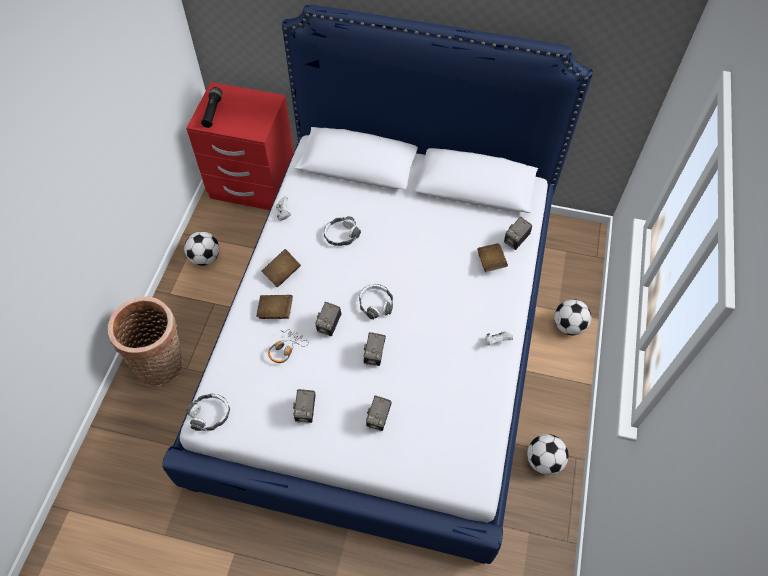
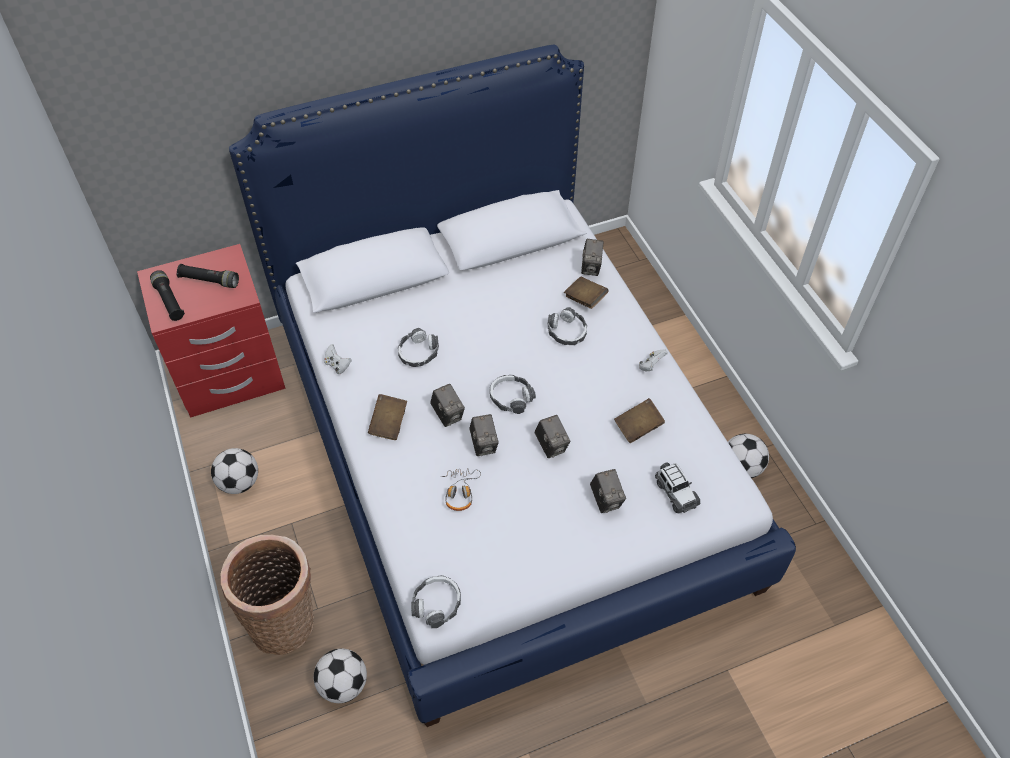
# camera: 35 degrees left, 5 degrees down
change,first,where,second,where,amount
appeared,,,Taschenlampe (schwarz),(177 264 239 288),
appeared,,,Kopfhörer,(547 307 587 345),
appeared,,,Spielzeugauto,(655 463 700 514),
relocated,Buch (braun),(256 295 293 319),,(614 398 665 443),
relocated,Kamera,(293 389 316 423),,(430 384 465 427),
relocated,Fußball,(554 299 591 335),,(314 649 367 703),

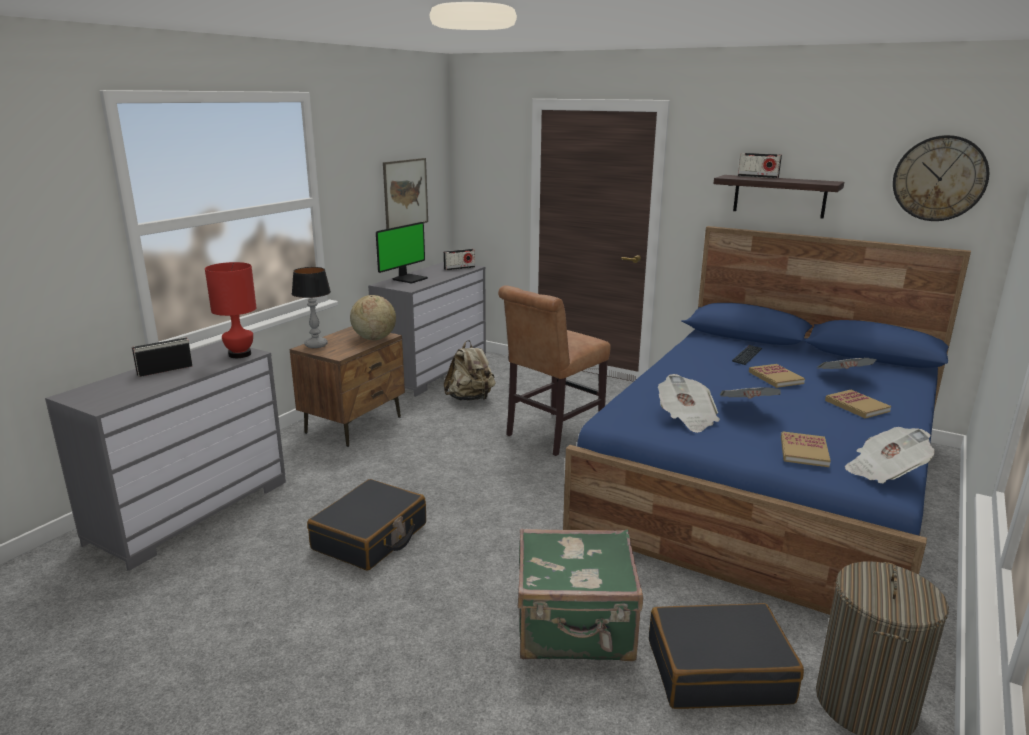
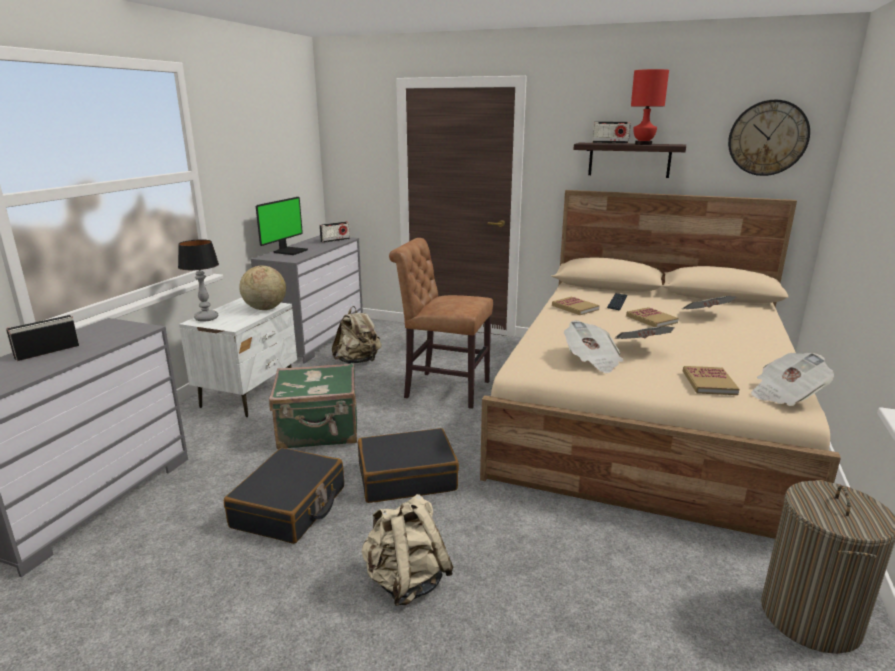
# camera: 10 degrees left, 0 degrees up
change,first,where,second,where,amount
missing,Bild,(383 158 428 229),,,
appeared,,,Rucksack (beige),(362 494 453 606),
relocated,Tischlampe (rot),(205 262 256 358),,(631 69 669 145),
relocated,Koffer (grün),(518 529 643 661),,(269 363 357 449),
relocated,Koffer (schwarz),(649 603 804 709),,(358 428 459 503),
relocated,Buch,(825 390 891 418),,(552 297 600 315),
colour,Nachttisch (braun),(290 326 405 447),Nachttisch (weiß),(179 298 297 417),
colour,Bett (blau),(563 226 971 615),Bett (beige),(480 190 841 539),
spun,Stuhl (braun),(498 285 611 456),,(389 238 493 409),75 degrees clockwise

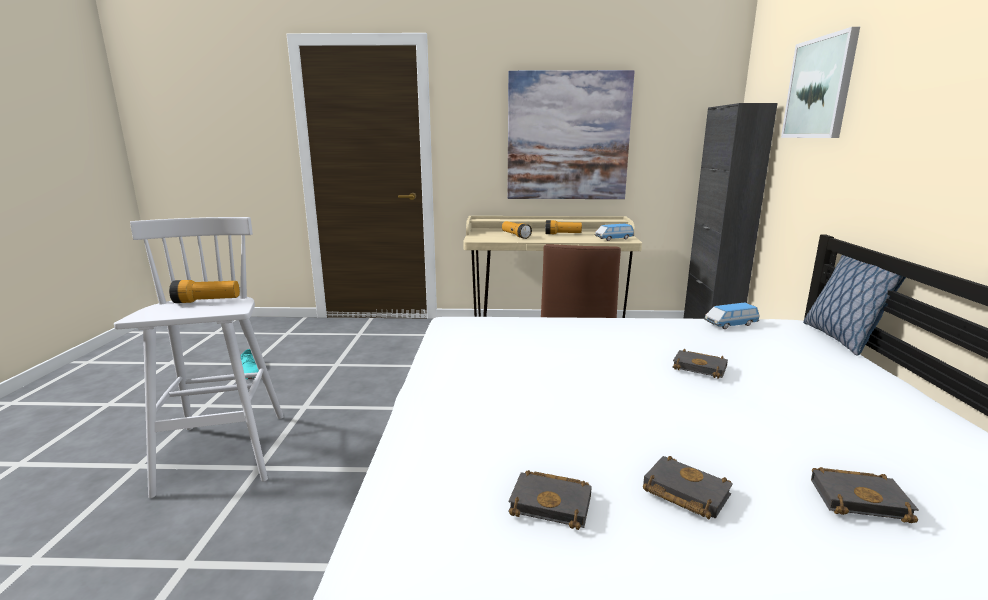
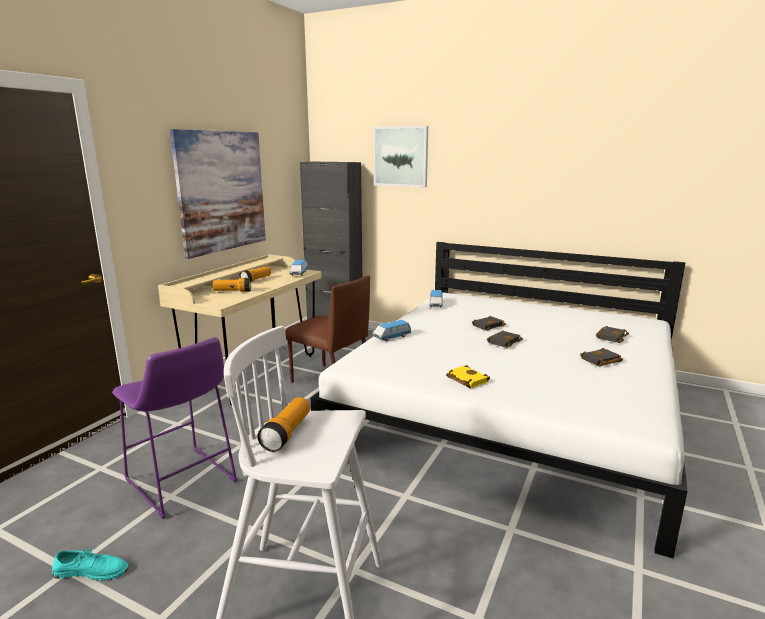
# camera: 65 degrees left, 0 degrees up
change,first,where,second,where,amount
missing,Kissen,(803 255 906 356),,,
appeared,,,Hocker (lila),(112 337 237 519),
appeared,,,Spielzeugauto,(373 320 411 341),
appeared,,,Buch (gelb),(446 365 490 388),
relocated,Buch (schwarz),(508 470 592 530),,(487 330 523 348),

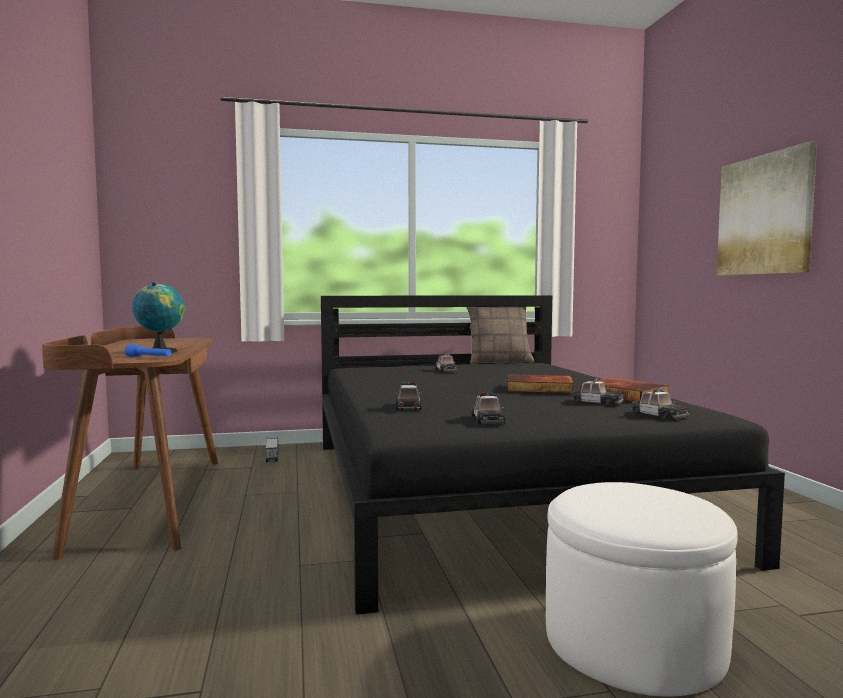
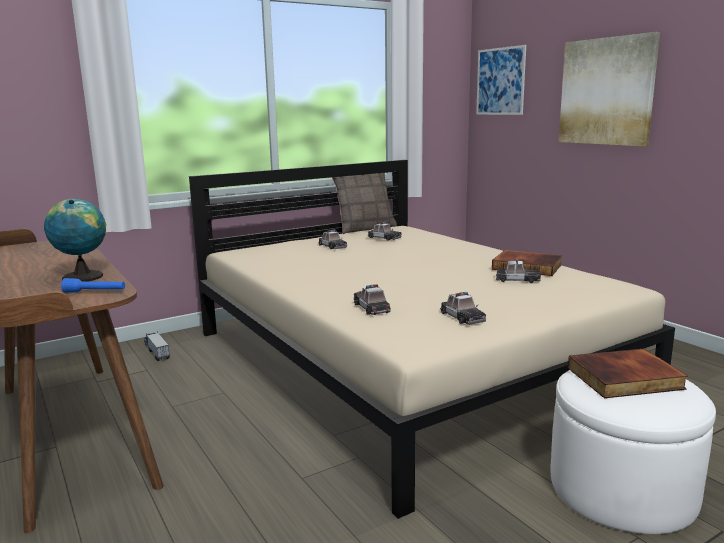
# camera: 20 degrees left, 10 degrees up
change,first,where,second,where,amount
appeared,,,Bild,(476 45 526 115),
relocated,Buch,(507 374 574 394),,(568 349 688 398),
relocated,Spielzeugauto,(630 388 690 419),,(368 221 402 240),
colour,Bett (schwarz),(321 295 785 615),Bett (beige),(189 160 675 519),

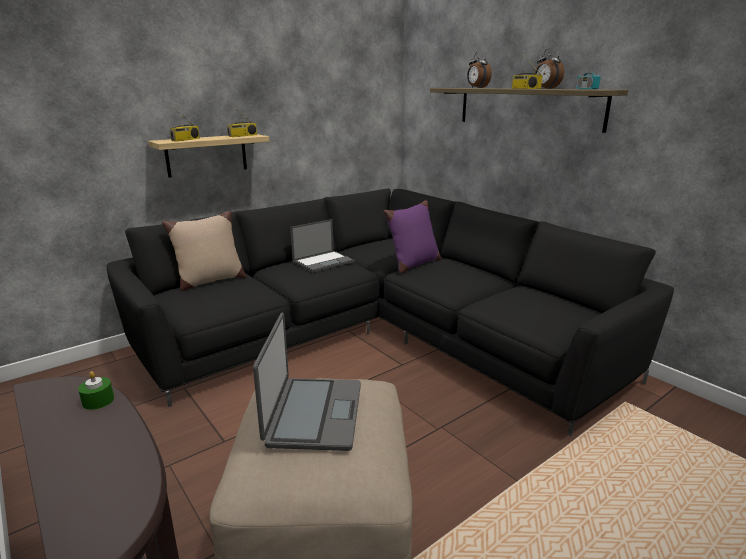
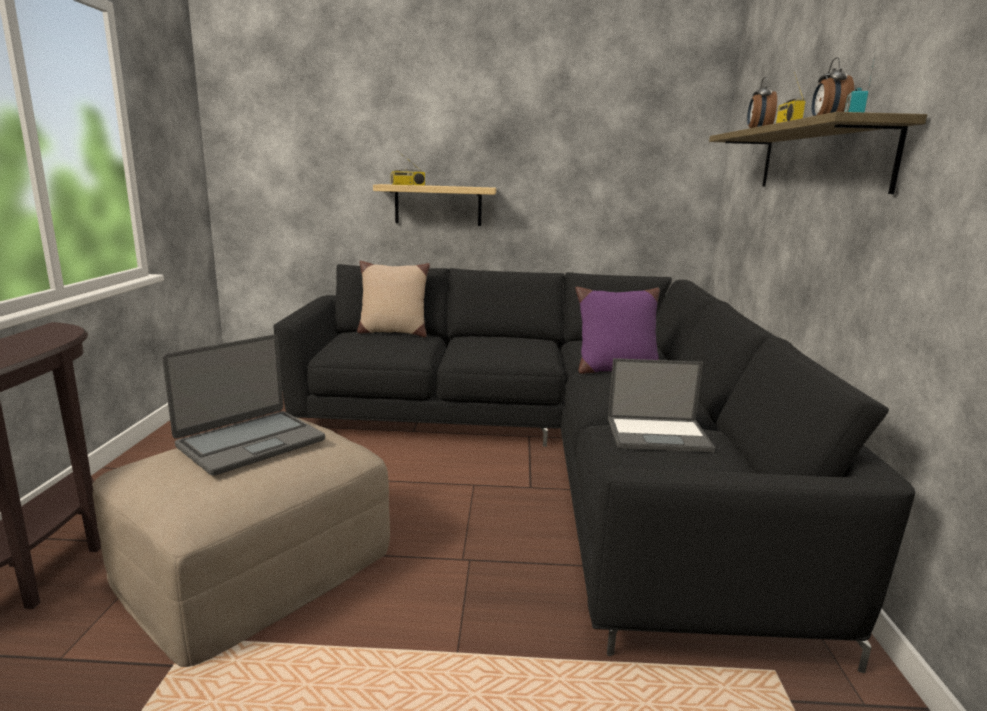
# camera: 40 degrees right, 5 degrees down
change,first,where,second,where,amount
missing,Kerze (grün),(78 371 114 410),,,
missing,Radio,(227 105 257 137),,,
relocated,Laptop,(290 219 354 273),,(608 358 715 452),

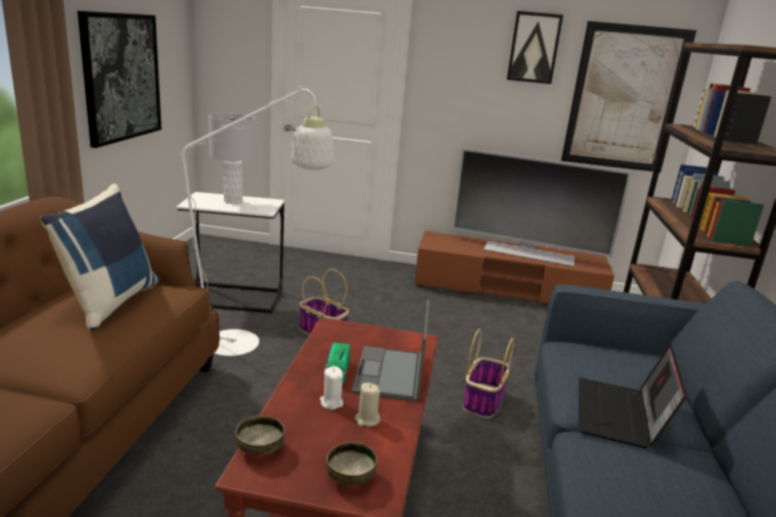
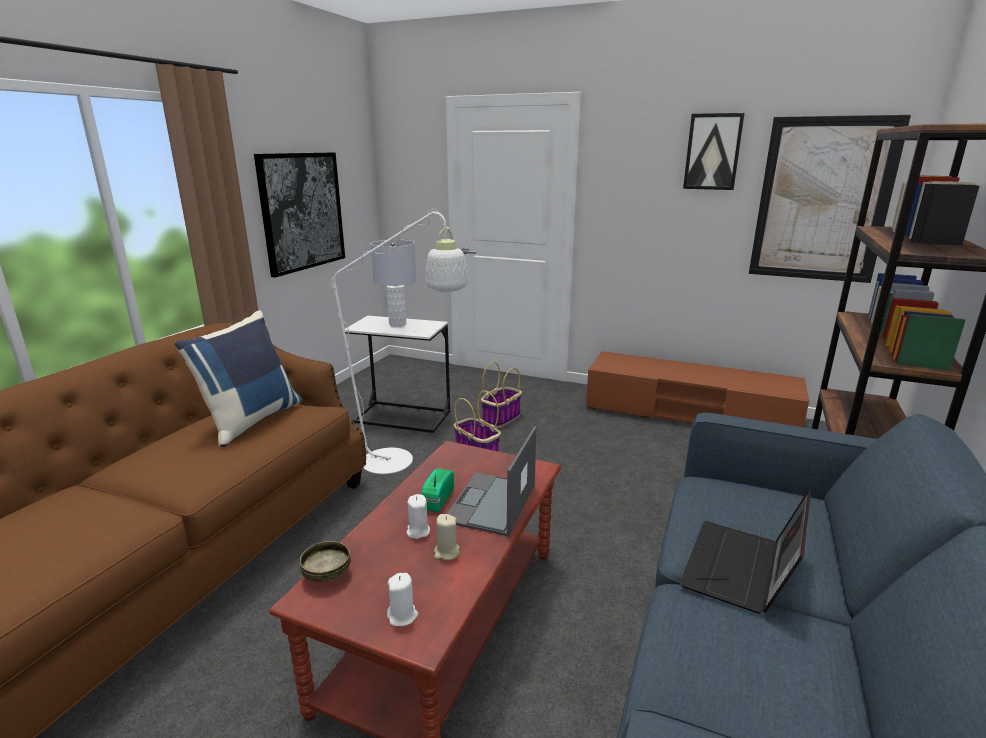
# camera: 15 degrees right, 0 degrees up
change,first,where,second,where,amount
missing,Fernseher,(452 148 632 267),,,
relocated,Korb,(463 329 514 418),,(481 362 522 428),
exchanged,Schüssel,(326 442 377 486),Kerze (weiß),(387 573 418 626),

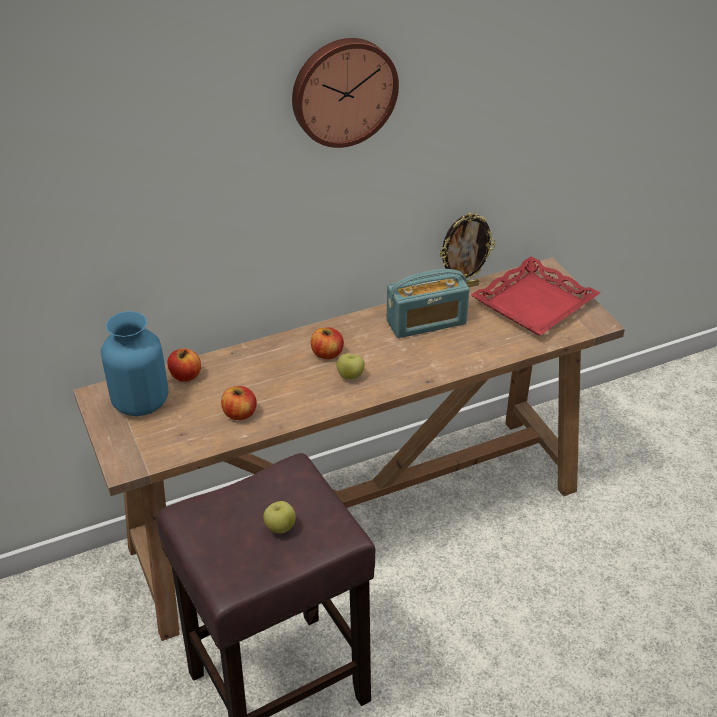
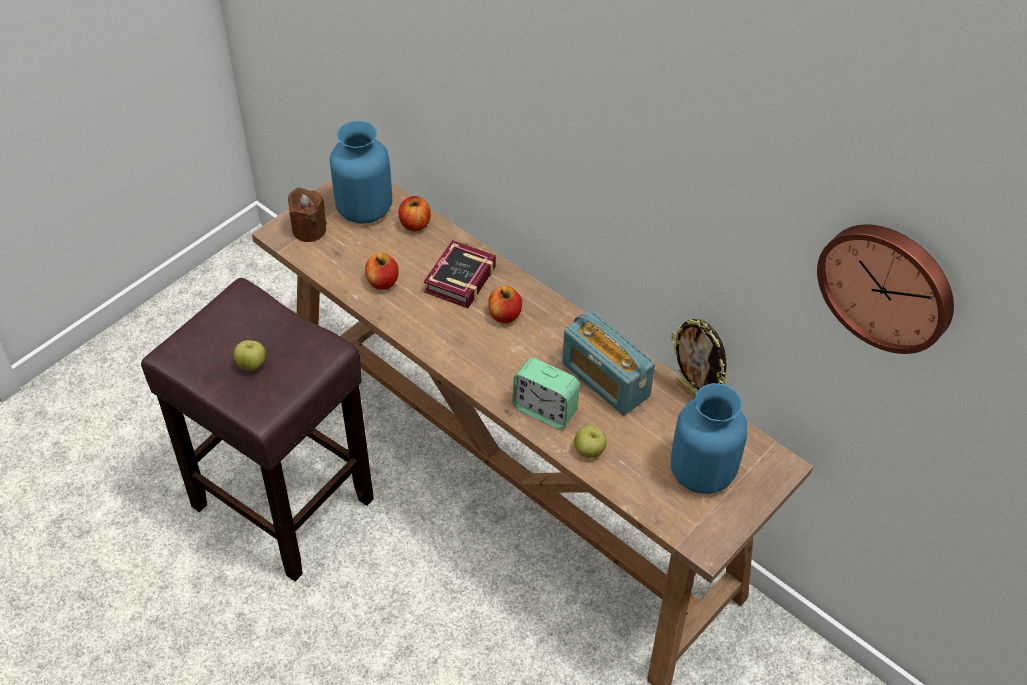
# camera: 65 degrees right, 10 degrees up
change,first,where,second,where,amount
appeared,,,Kerze (braun),(288 188 327 242),
appeared,,,Buch,(424 240 496 308),
appeared,,,Wecker,(513 358 580 429),
relocated,Wanduhr,(292 38 399 148),,(817 224 954 354),
relocated,Apfel,(337 353 365 379),,(574 425 607 458),
exchanged,Tablett (rot),(471 256 600 335),Vase (blau),(671 383 747 494),

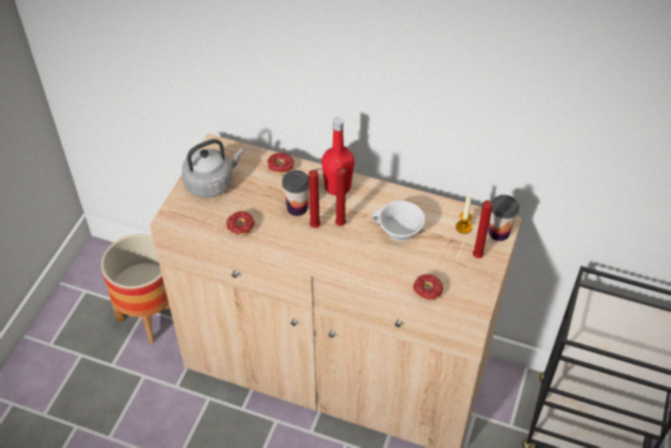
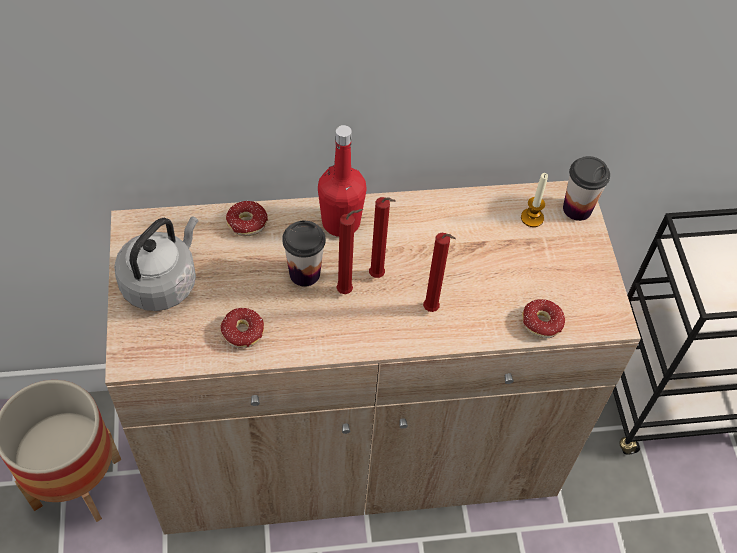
# camera: 30 degrees left, 5 degrees up
change,first,where,second,where,amount
missing,Tasse (weiß),(372 201 425 241),,,
relocated,Kerze (rot),(473 200 494 258),,(423 233 456 312),

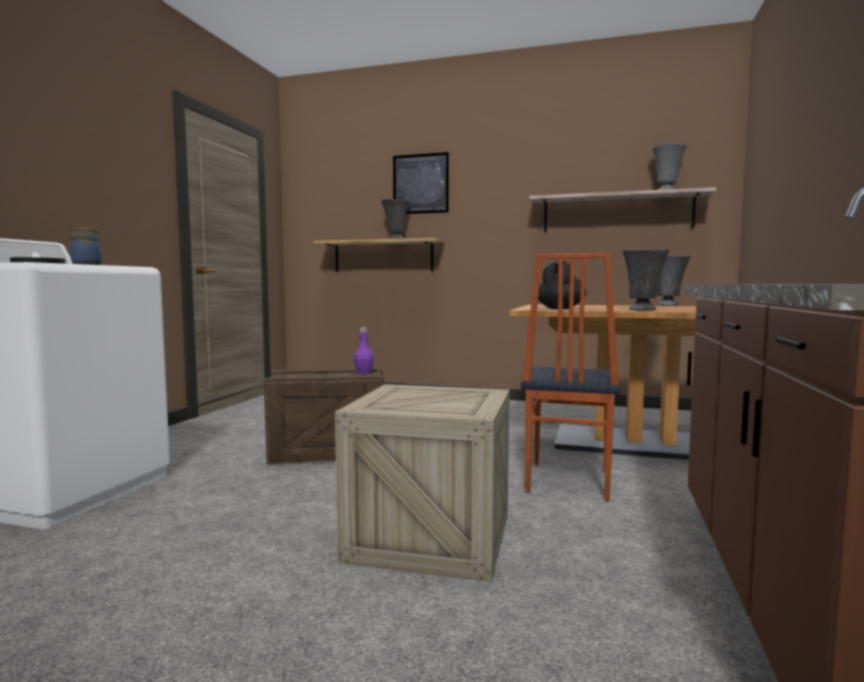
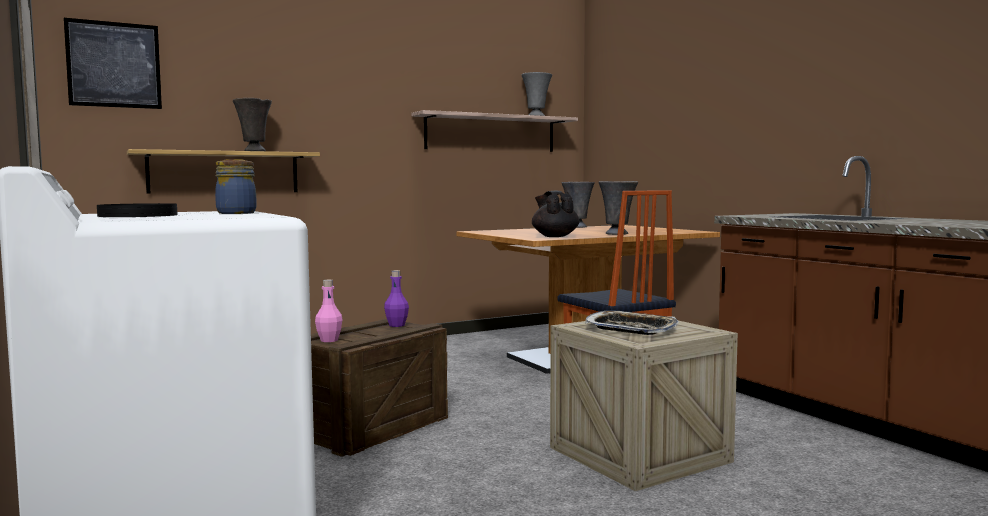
# camera: 45 degrees left, 0 degrees up
change,first,where,second,where,amount
appeared,,,Flasche (rosa),(315 280 342 342),
appeared,,,Tablett,(586 310 679 335),
relocated,Bild,(393 152 449 214),,(64 18 162 109),

